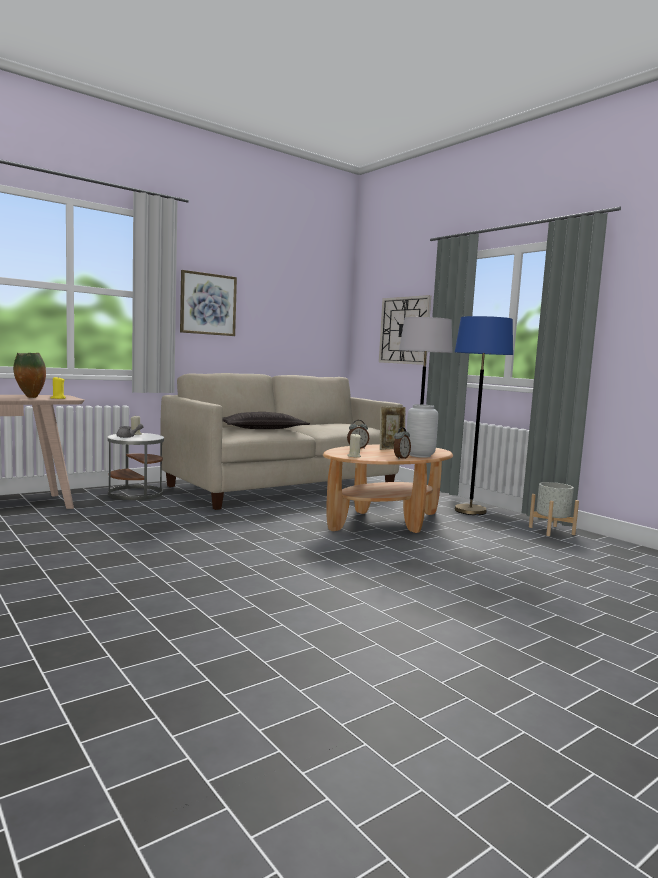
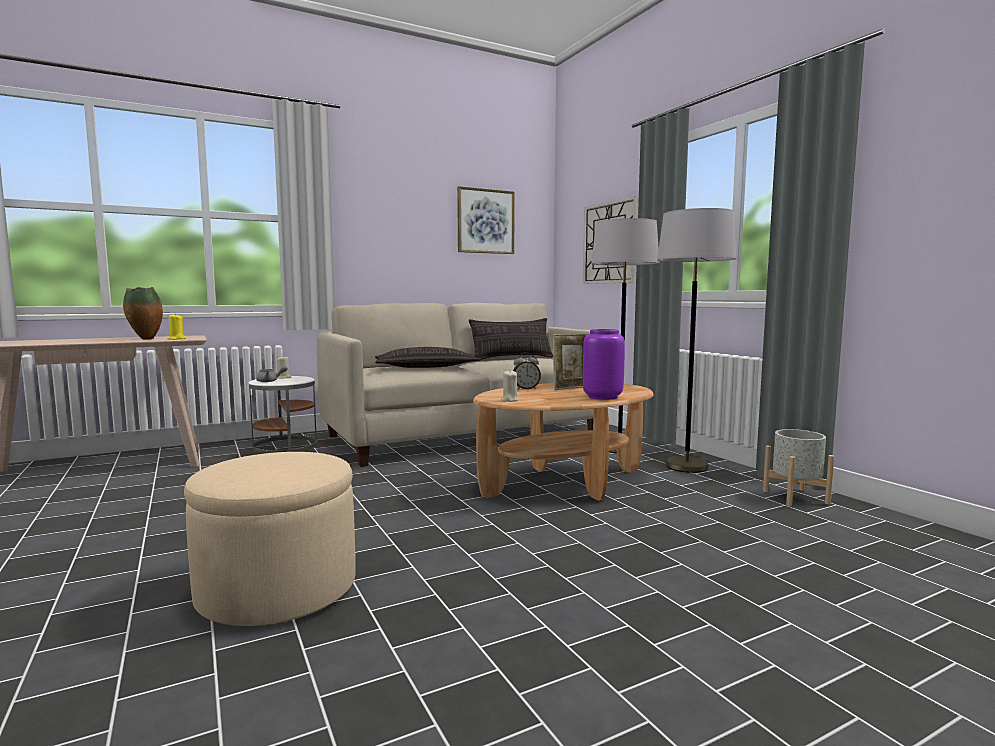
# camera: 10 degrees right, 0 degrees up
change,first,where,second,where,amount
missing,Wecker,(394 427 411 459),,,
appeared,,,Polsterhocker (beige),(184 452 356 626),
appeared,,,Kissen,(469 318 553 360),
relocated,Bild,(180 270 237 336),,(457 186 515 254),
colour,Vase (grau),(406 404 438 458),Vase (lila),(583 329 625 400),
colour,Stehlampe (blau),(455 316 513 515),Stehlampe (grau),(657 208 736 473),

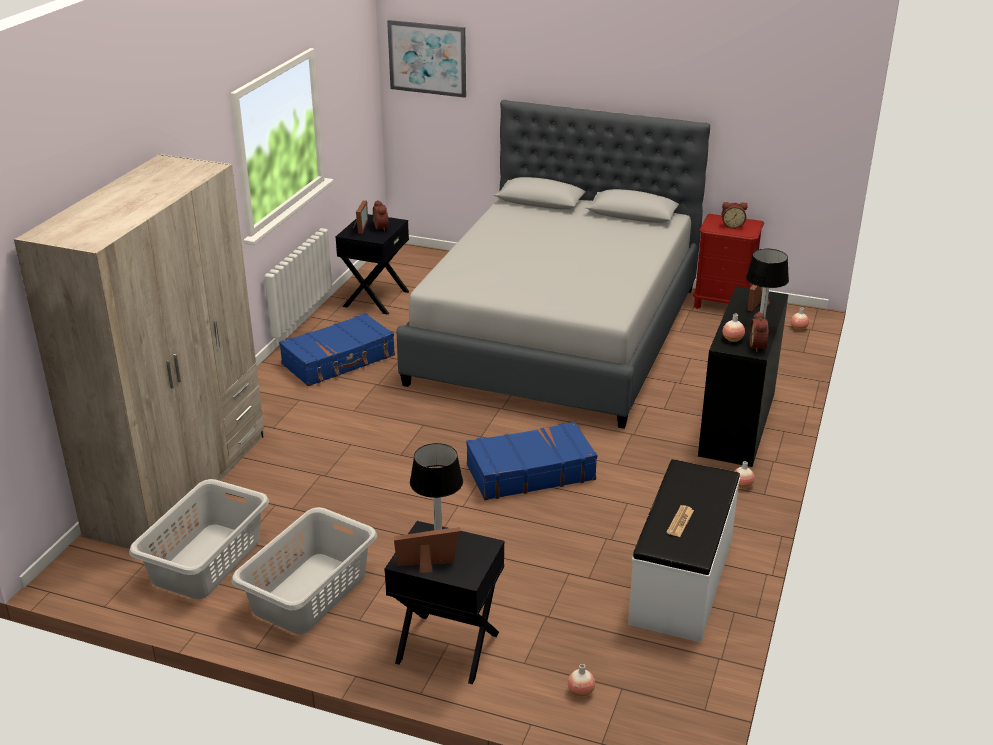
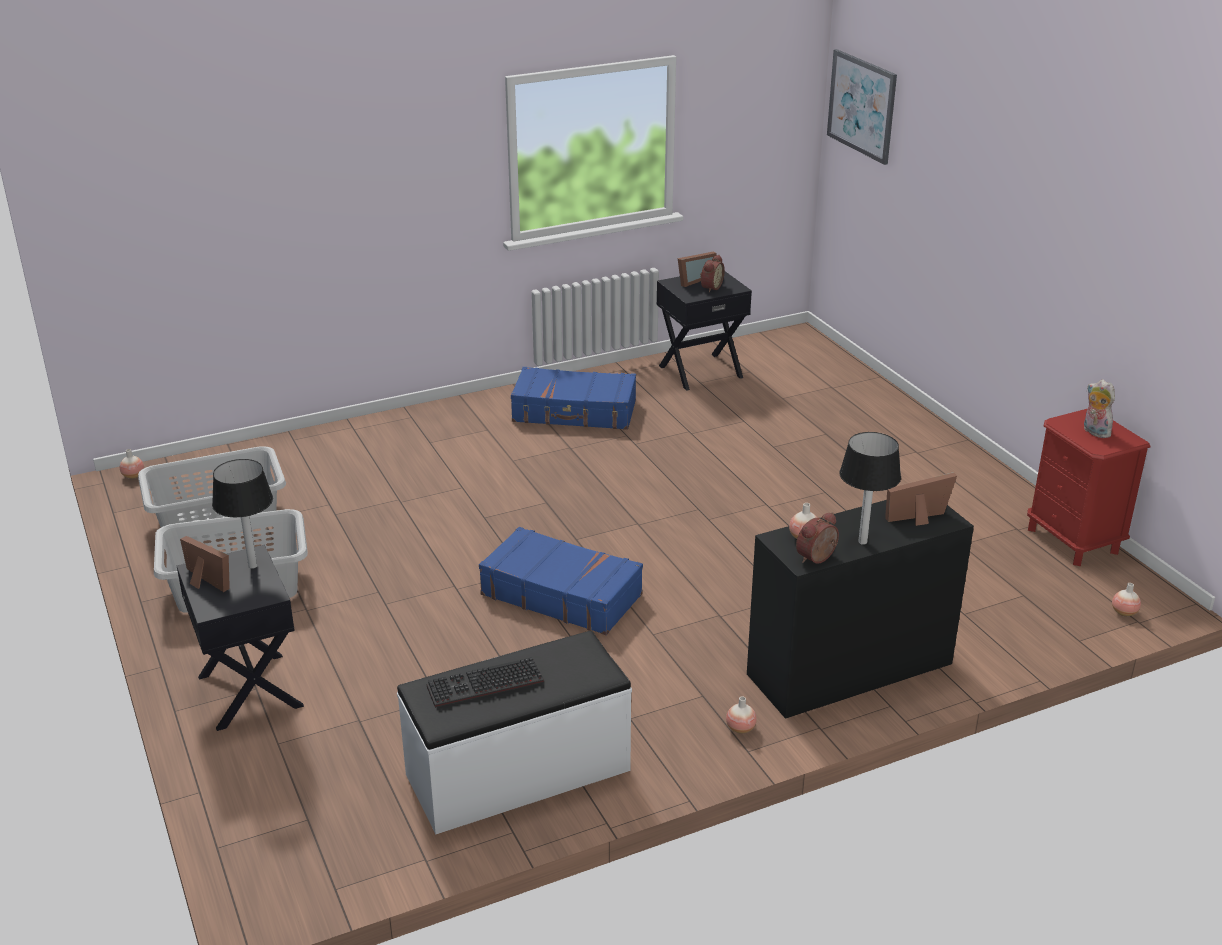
# camera: 45 degrees right, 0 degrees up
change,first,where,second,where,amount
missing,Kleiderschrank (beige),(14 154 264 555),,,
missing,Bett (grau),(396 100 710 429),,,
relocated,Vase,(568 664 595 697),,(120 449 144 479),
exchanged,Zeitung,(666 505 694 537),Tastatur,(427 657 544 708),
exchanged,Wecker,(721 202 748 229),Plüschtier,(1084 379 1115 438),

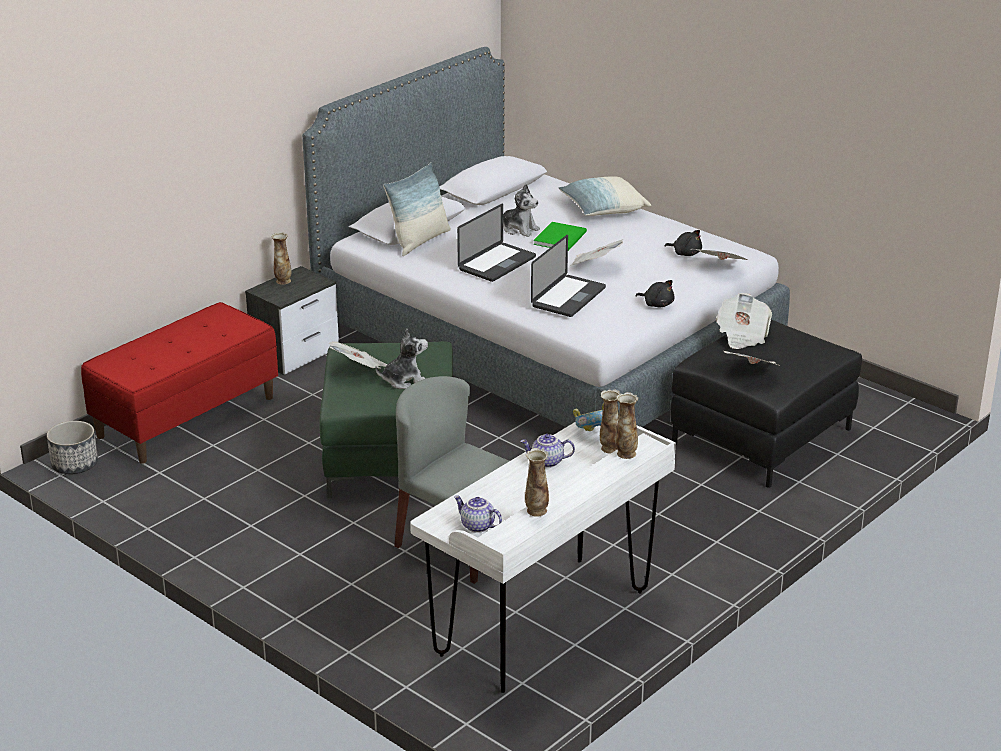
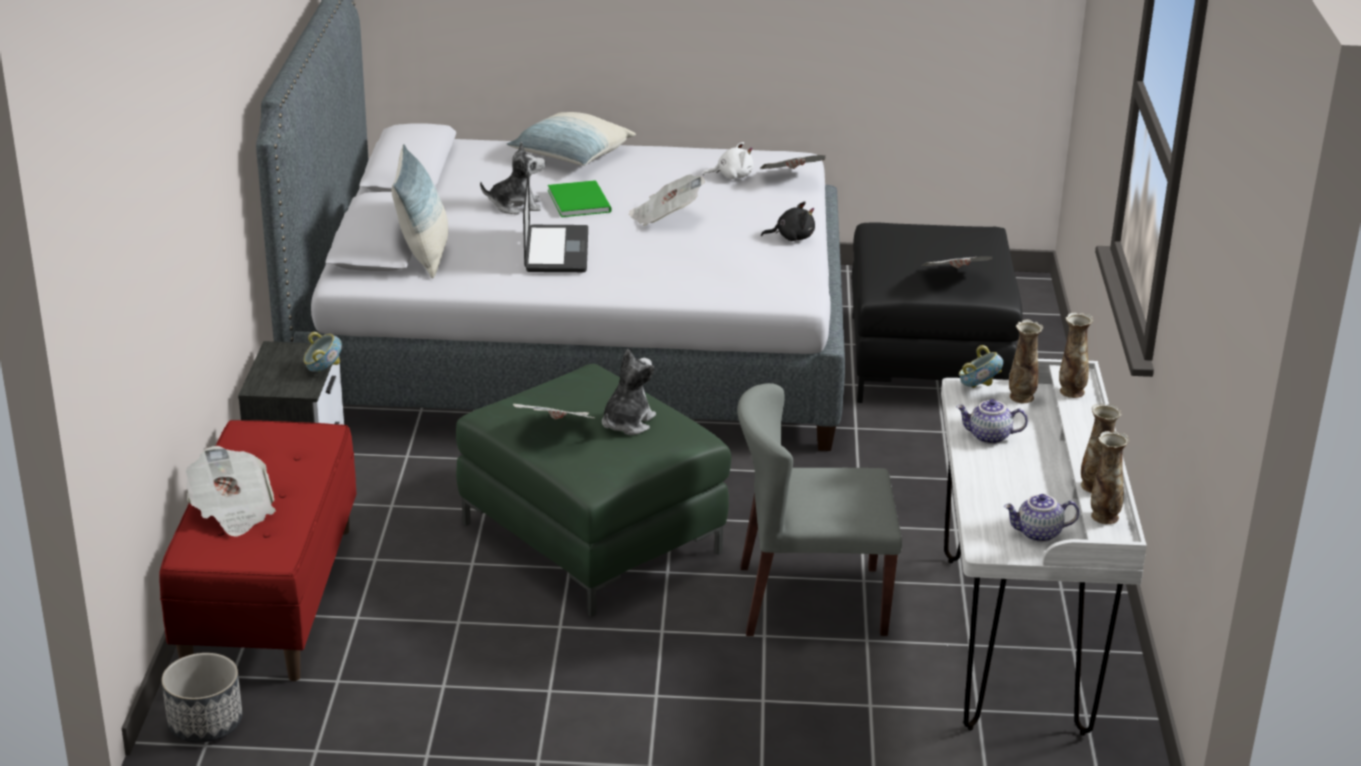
# camera: 40 degrees left, 0 degrees up
change,first,where,second,where,amount
missing,Laptop,(531 235 606 317),,,
appeared,,,Schüssel,(303 332 342 372),
relocated,Vase,(271 232 291 285),,(1091 431 1129 524),
relocated,Zeitung,(716 293 772 349),,(186 446 276 537),
colour,Plüschtier (schwarz),(664 230 702 256),Plüschtier (weiß),(703 142 754 179),
spun,Teekanne,(520 434 575 468),,(956 399 1028 444),45 degrees clockwise

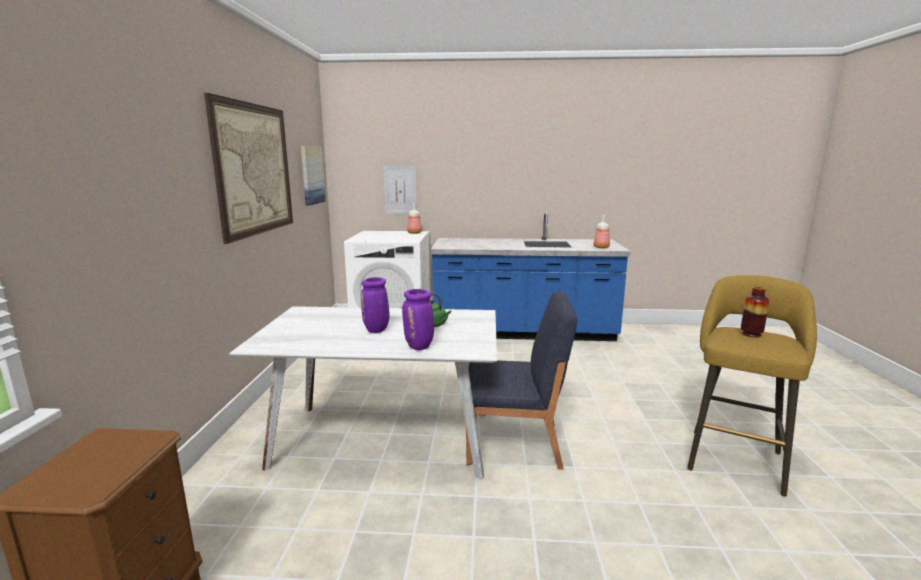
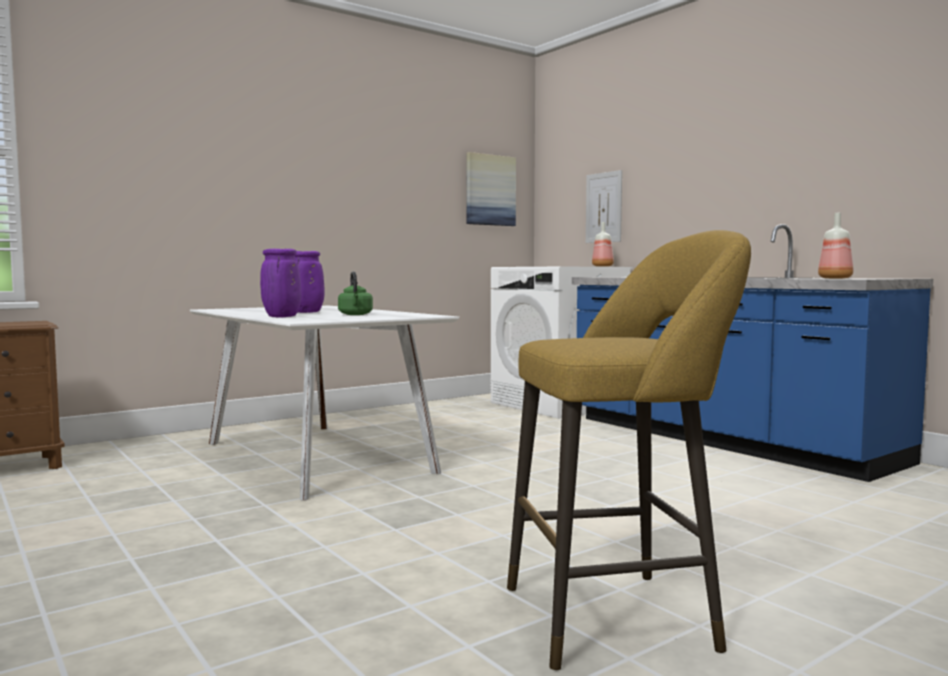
# camera: 50 degrees right, 10 degrees down
change,first,where,second,where,amount
missing,Bild,(204 93 293 244),,,
missing,Stuhl (blau),(466 291 577 470),,,
missing,Vase,(741 287 769 337),,,

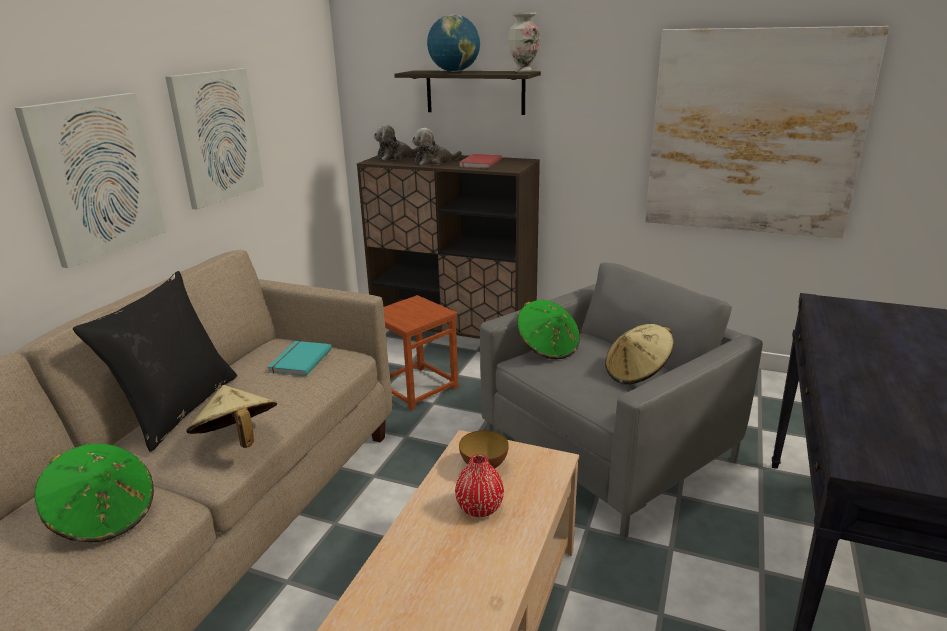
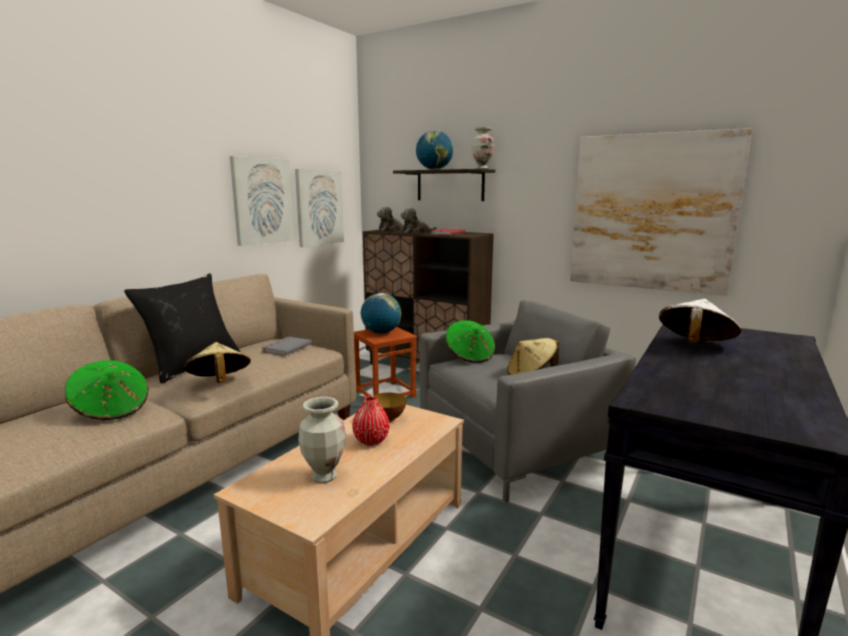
# camera: 10 degrees right, 10 degrees down
change,first,where,second,where,amount
appeared,,,Vase,(298 397 346 483),
appeared,,,Globus,(361 293 401 334),
appeared,,,Hut (weiß),(659 299 741 343),
relocated,Bild,(15 93 166 268),,(295 169 344 247),
colour,Buch (türkis),(268 341 332 376),Buch (grau),(262 337 312 356),

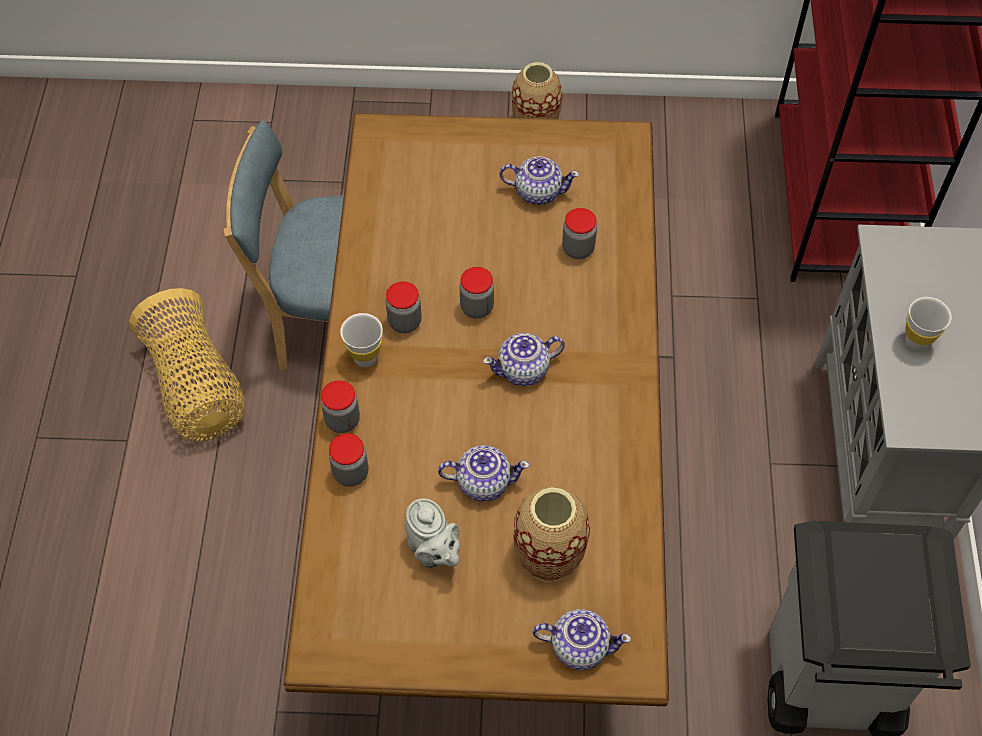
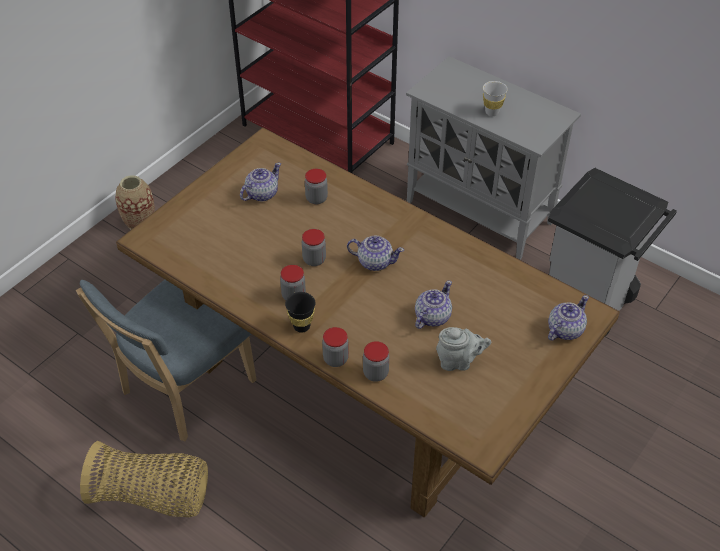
# camera: 55 degrees left, 10 degrees down
change,first,where,second,where,amount
missing,Vase,(513 486 590 581),,,
colour,Tasse (weiß),(340 313 383 367),Tasse (schwarz),(285 292 315 333),
spun,Teekanne,(483 333 565 386),,(347 235 404 271),90 degrees counterclockwise

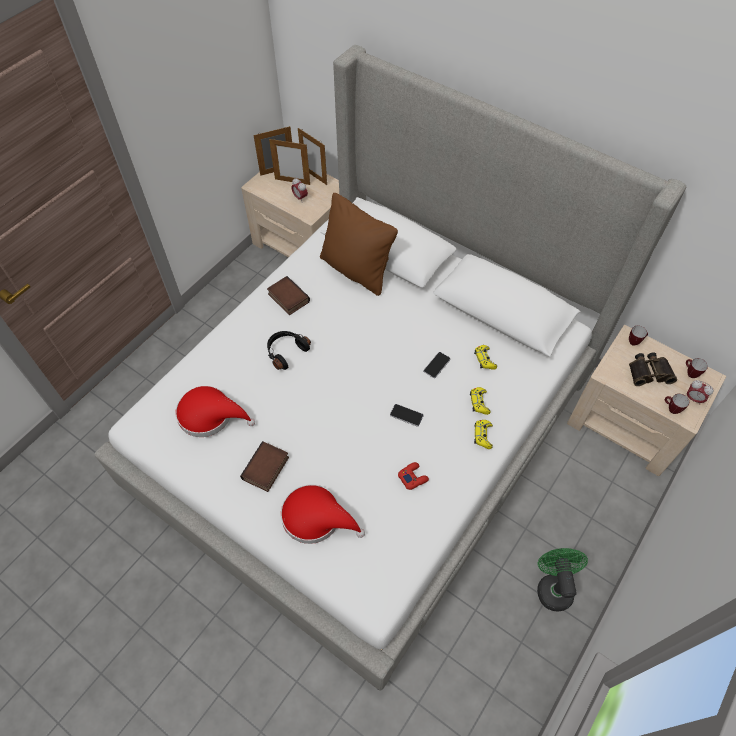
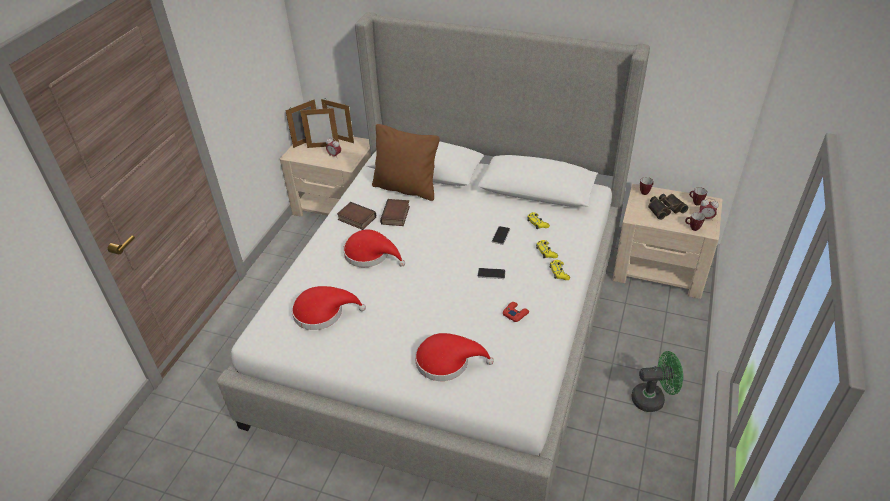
# camera: 15 degrees left, 15 degrees down
change,first,where,second,where,amount
relocated,Buch,(240 441 289 492),,(380 199 410 226),
exchanged,Kopfhörer (schwarz),(267 331 311 370),Hut (rot),(343 230 405 267),
spun,Ventilator (grün),(537 548 588 611),,(632 351 683 412),105 degrees clockwise

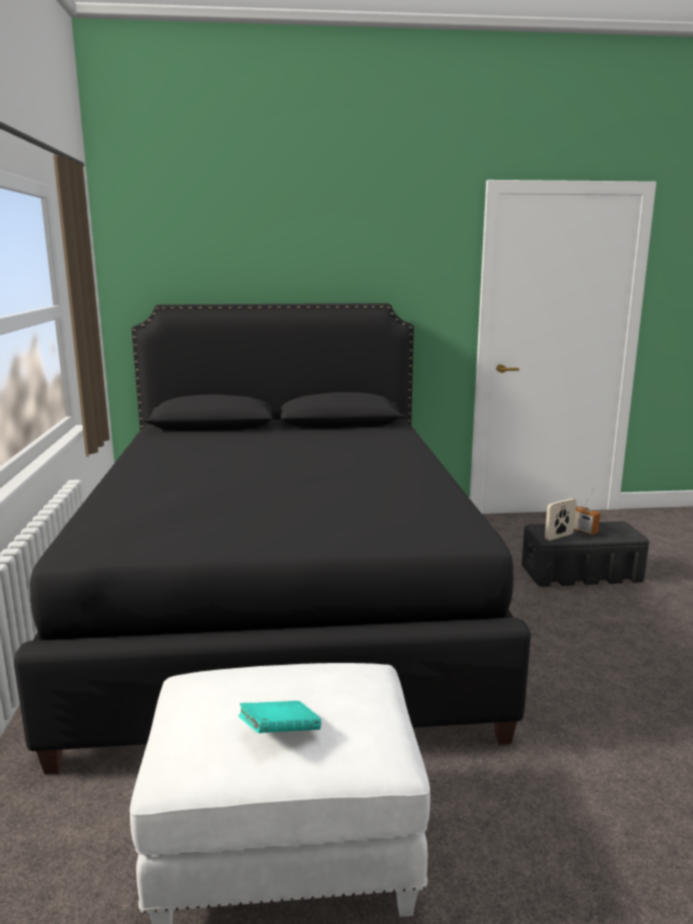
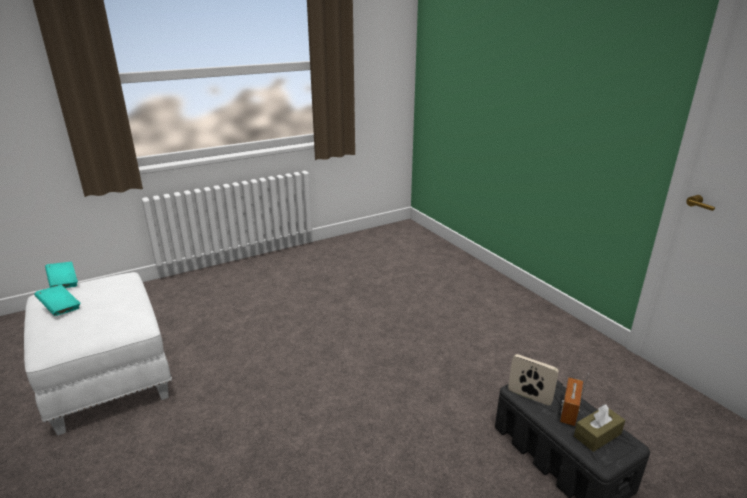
# camera: 65 degrees right, 10 degrees up
change,first,where,second,where,amount
missing,Bett (schwarz),(14 303 531 775),,,
appeared,,,Buch (türkis),(45 262 78 288),
appeared,,,Taschentuchbox (braun),(574 405 625 452),

